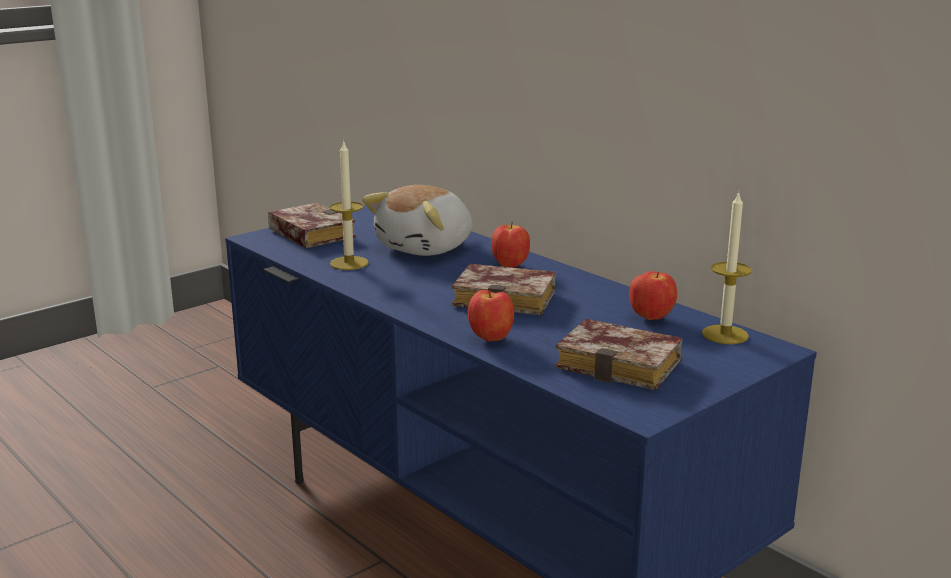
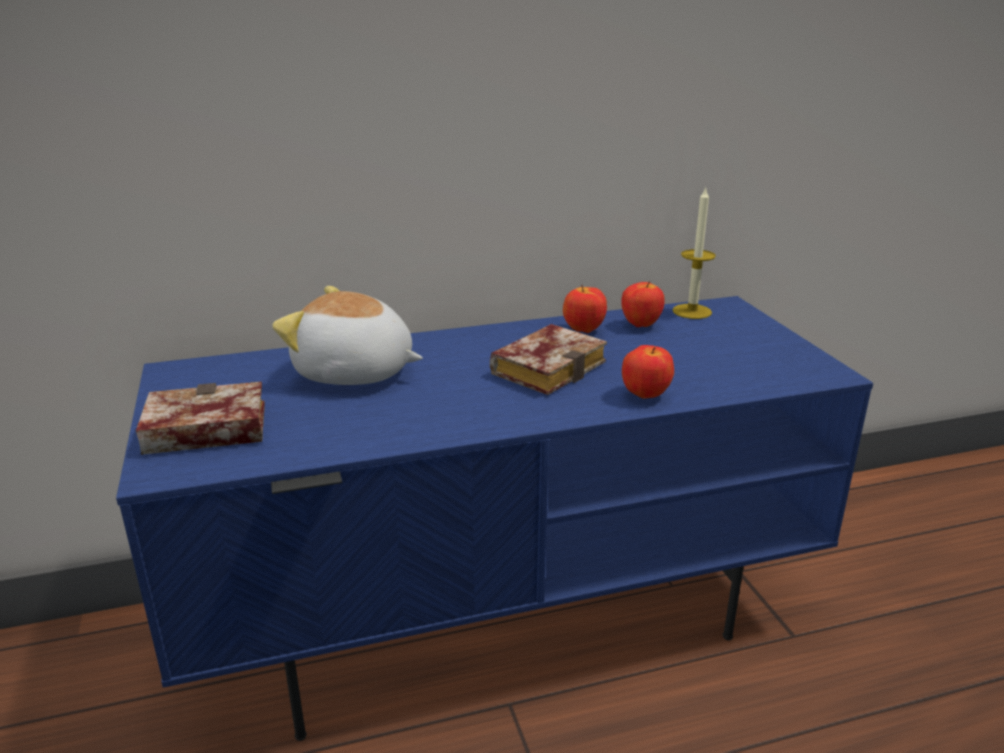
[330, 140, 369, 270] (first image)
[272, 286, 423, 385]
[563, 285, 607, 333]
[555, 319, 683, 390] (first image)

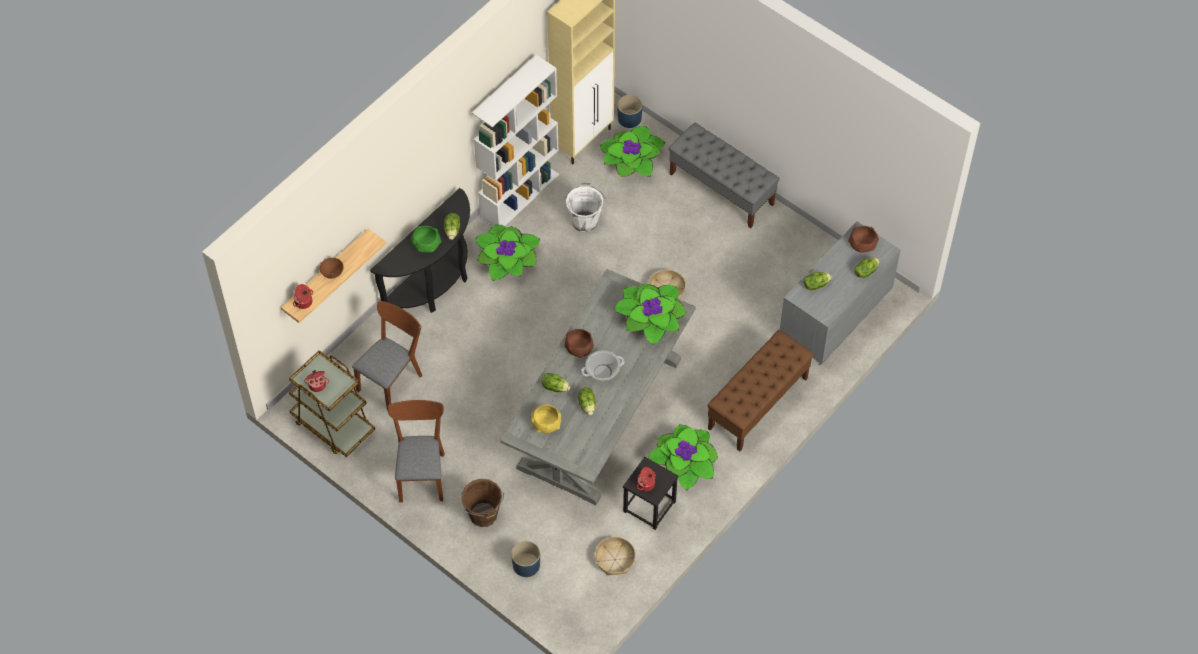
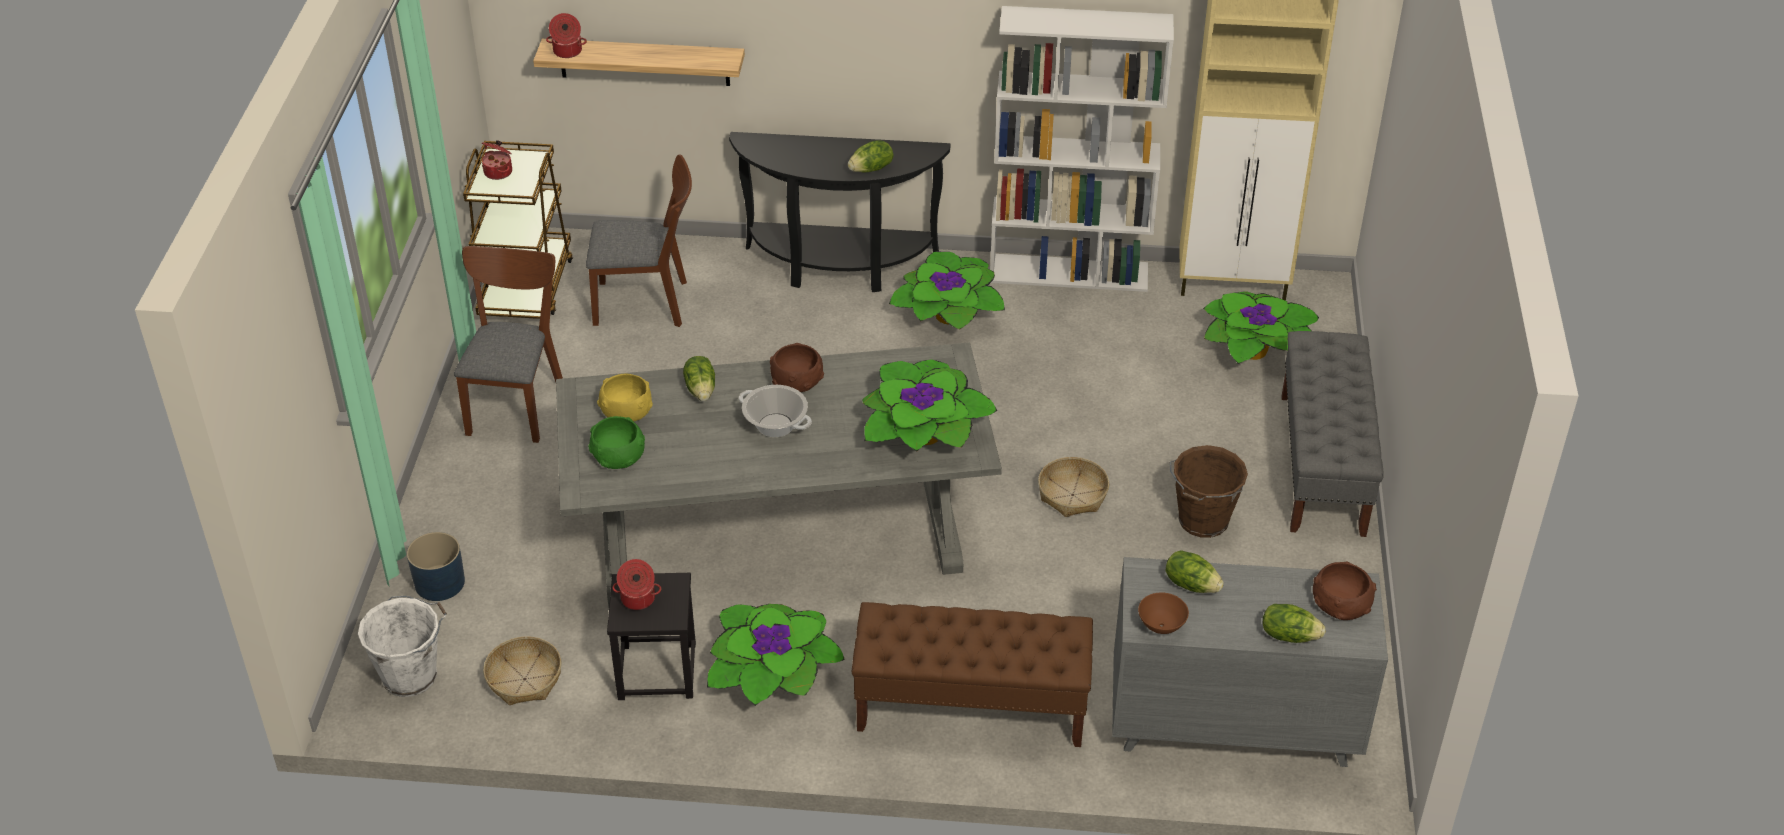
[1138, 592, 1189, 634]
[454, 246, 563, 443]
[588, 416, 645, 469]
[1170, 445, 1248, 538]
[358, 596, 447, 697]
[578, 387, 596, 415] (first image)
[617, 95, 642, 128] (first image)

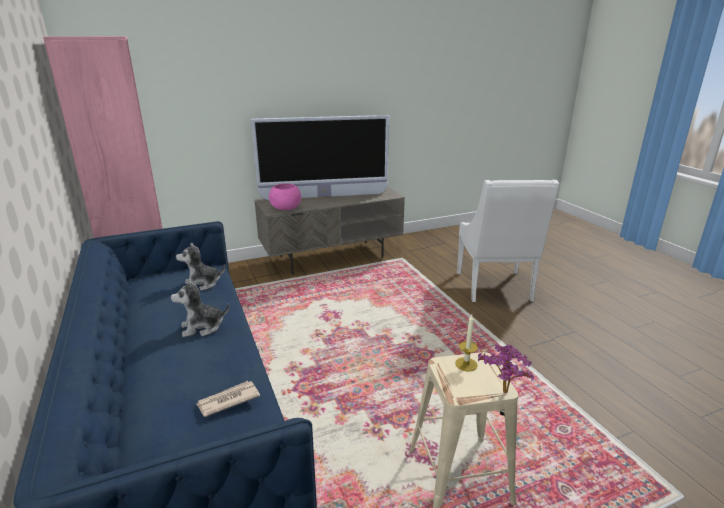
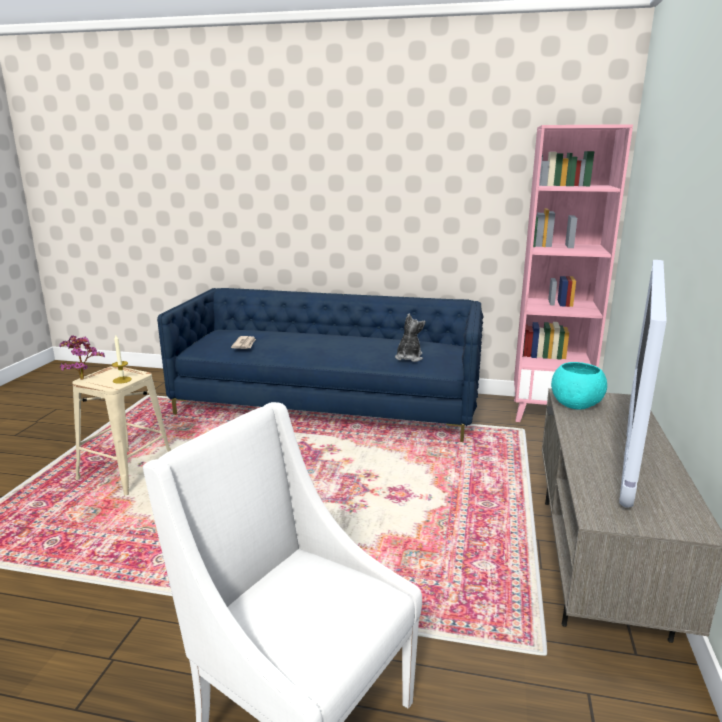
[171, 279, 229, 337] (first image)
[551, 362, 607, 410]

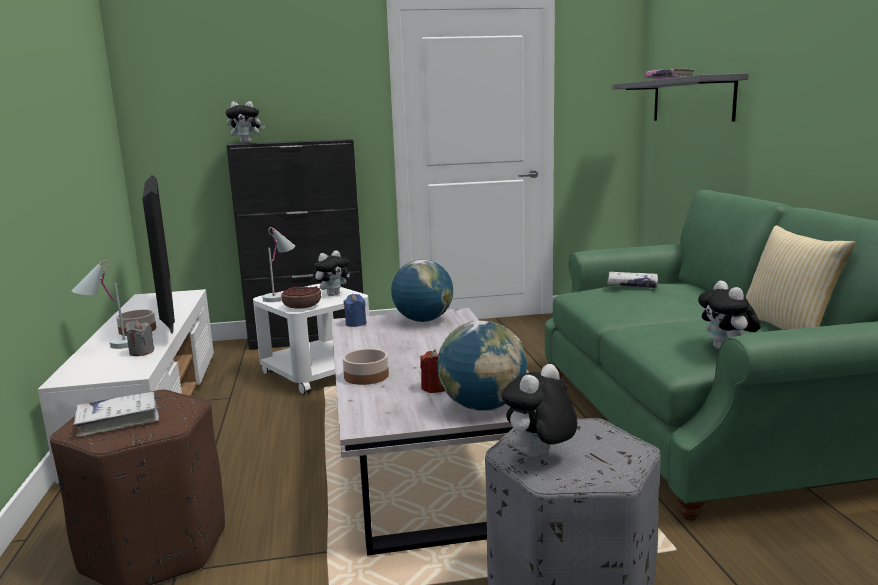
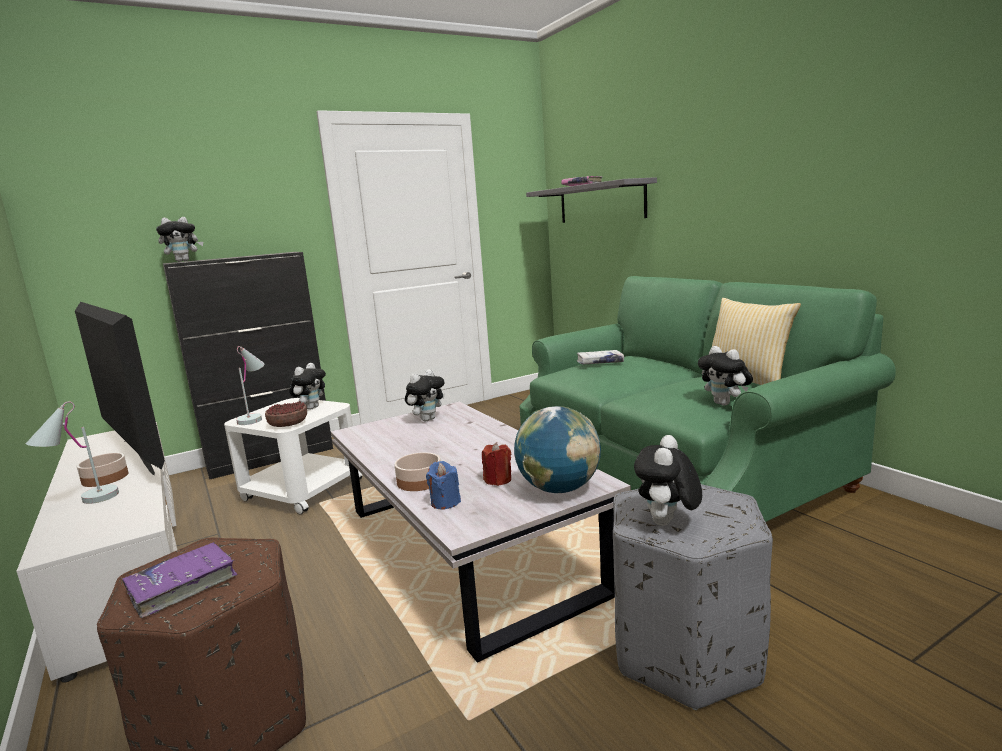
[122, 542, 238, 618]
[126, 320, 154, 356] (first image)
[426, 461, 461, 509]
[405, 369, 445, 421]

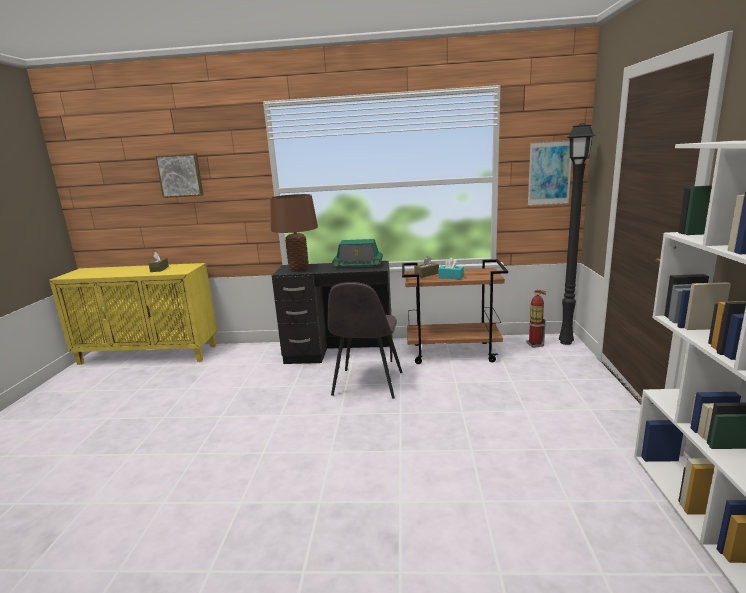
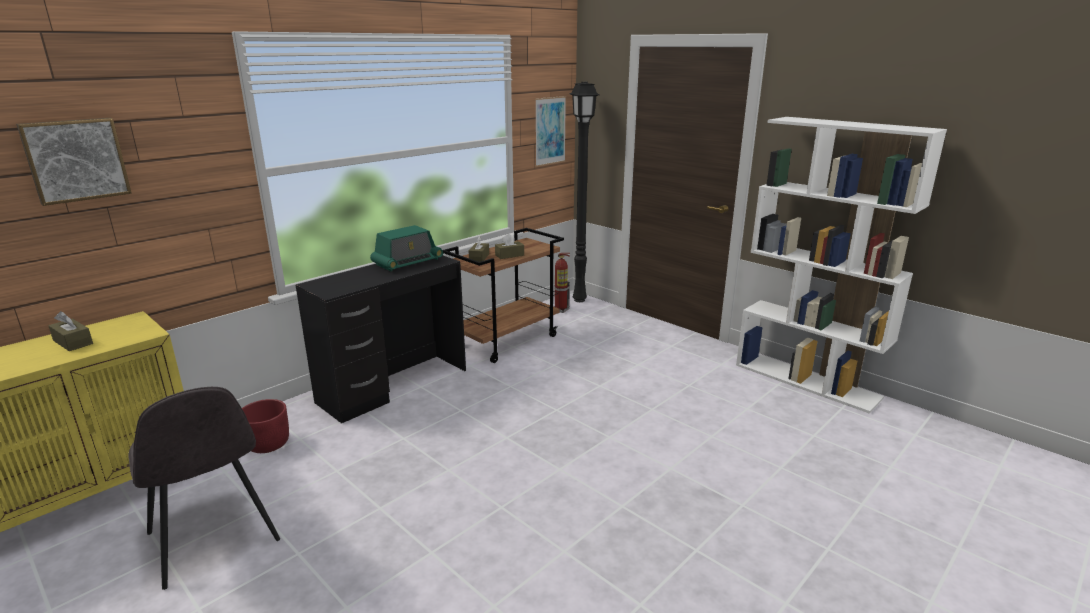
[270, 194, 318, 271] (first image)
[128, 387, 280, 590]
[495, 234, 524, 259]
[242, 399, 289, 453]

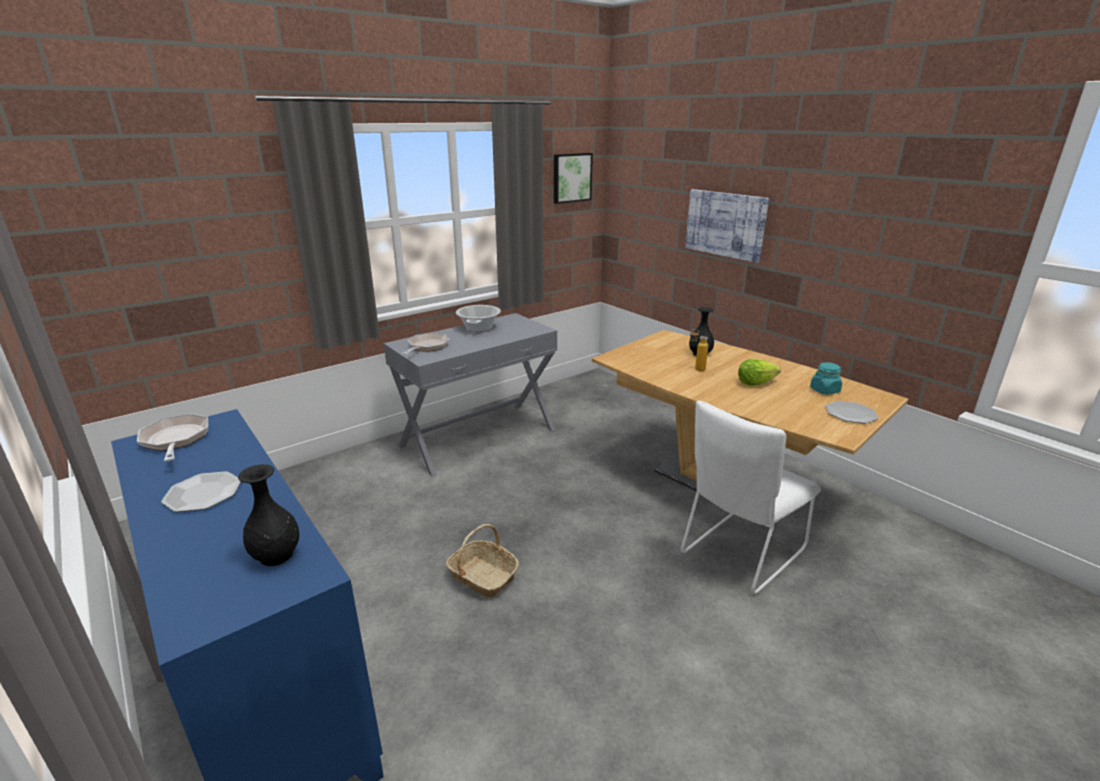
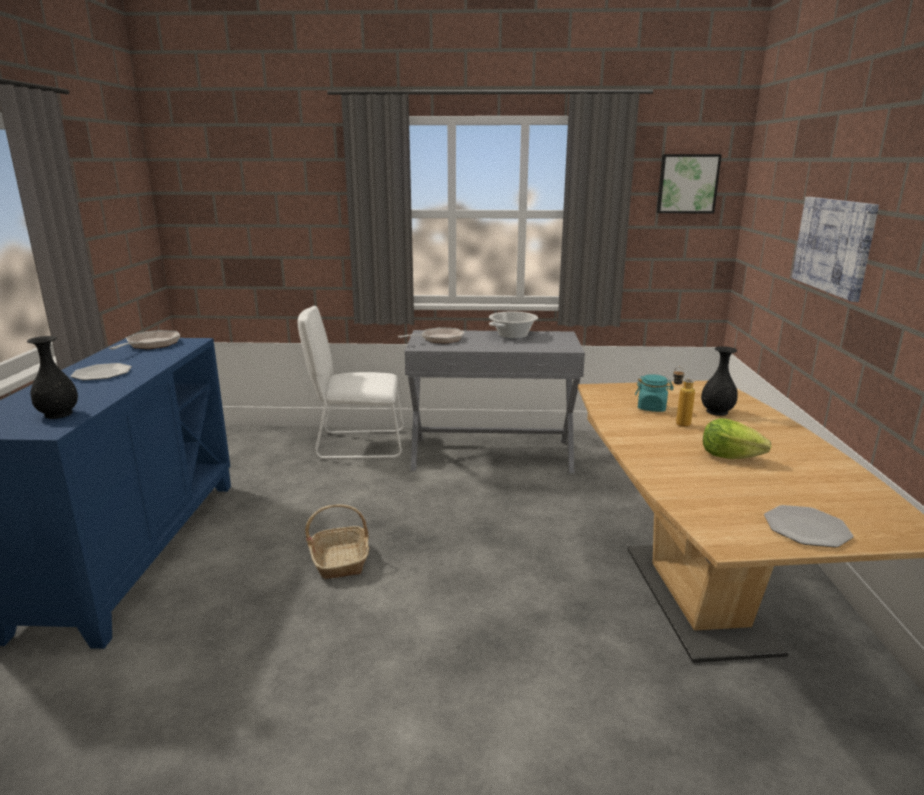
[298, 306, 404, 459]
[635, 374, 673, 412]

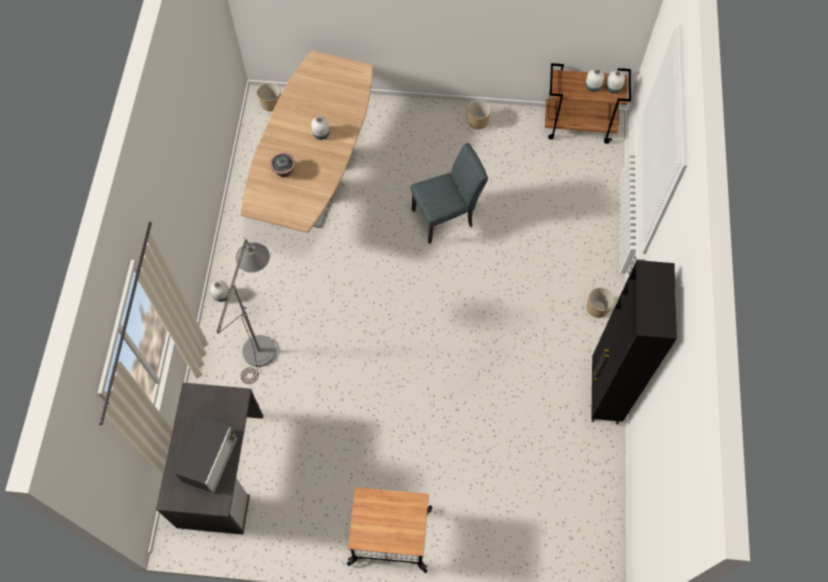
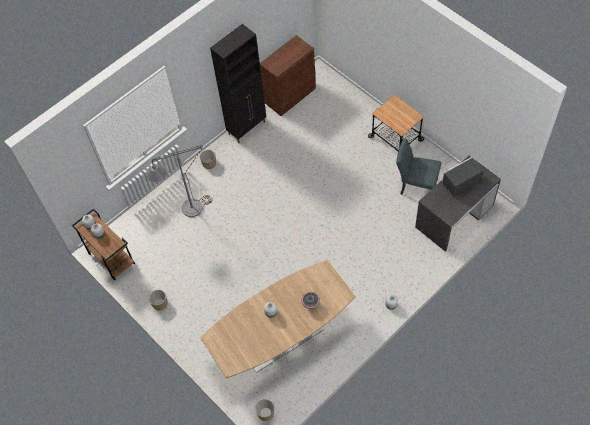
[146, 146, 212, 217]
[396, 138, 441, 195]
[260, 35, 316, 116]

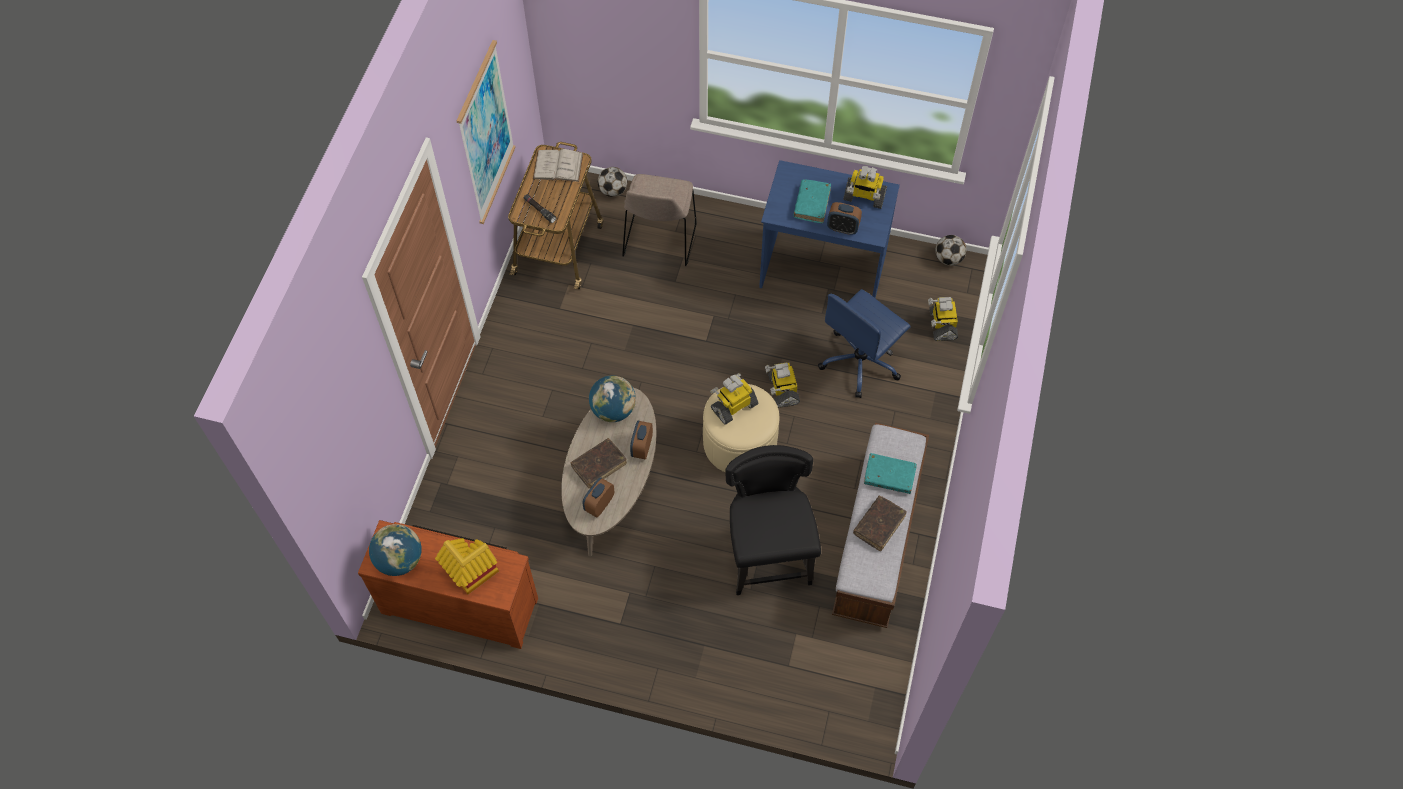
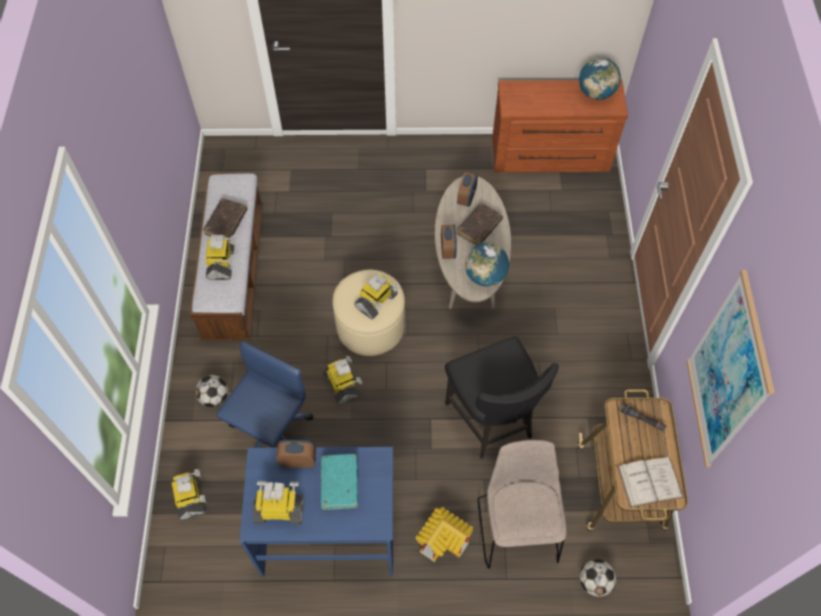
[416, 507, 473, 562]
[445, 336, 559, 459]
[206, 235, 235, 280]
[195, 375, 228, 407]

